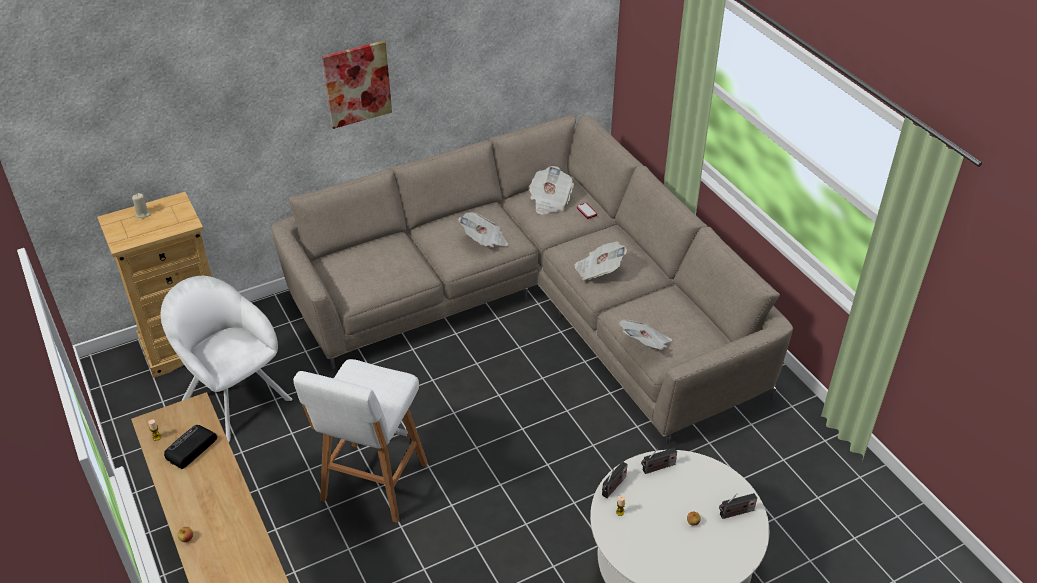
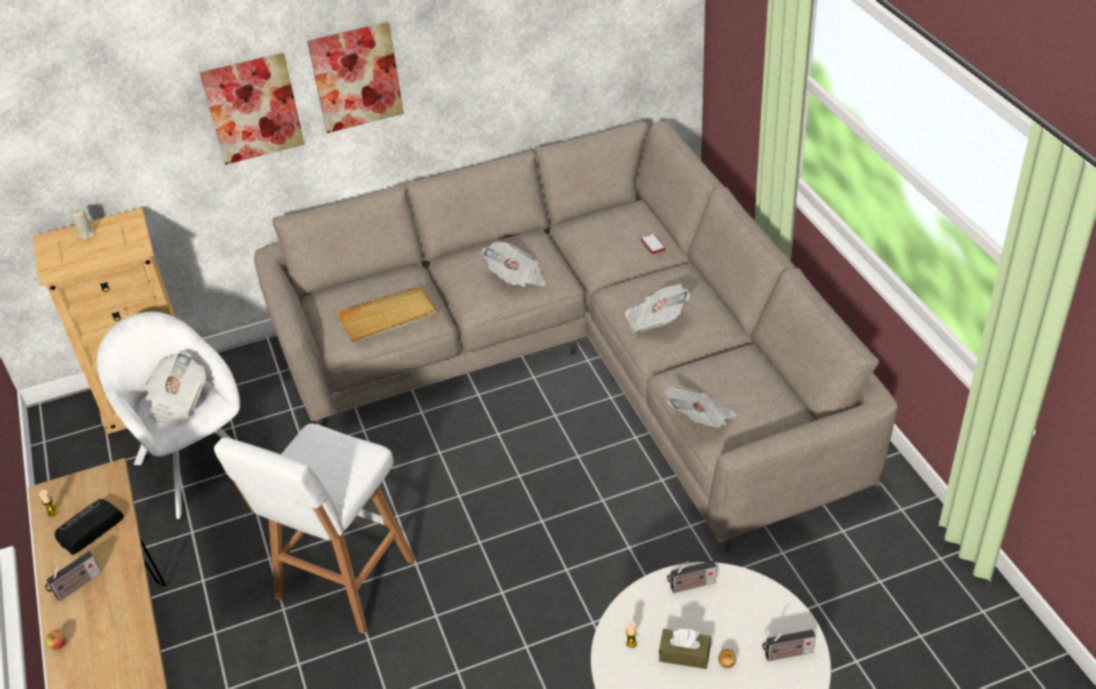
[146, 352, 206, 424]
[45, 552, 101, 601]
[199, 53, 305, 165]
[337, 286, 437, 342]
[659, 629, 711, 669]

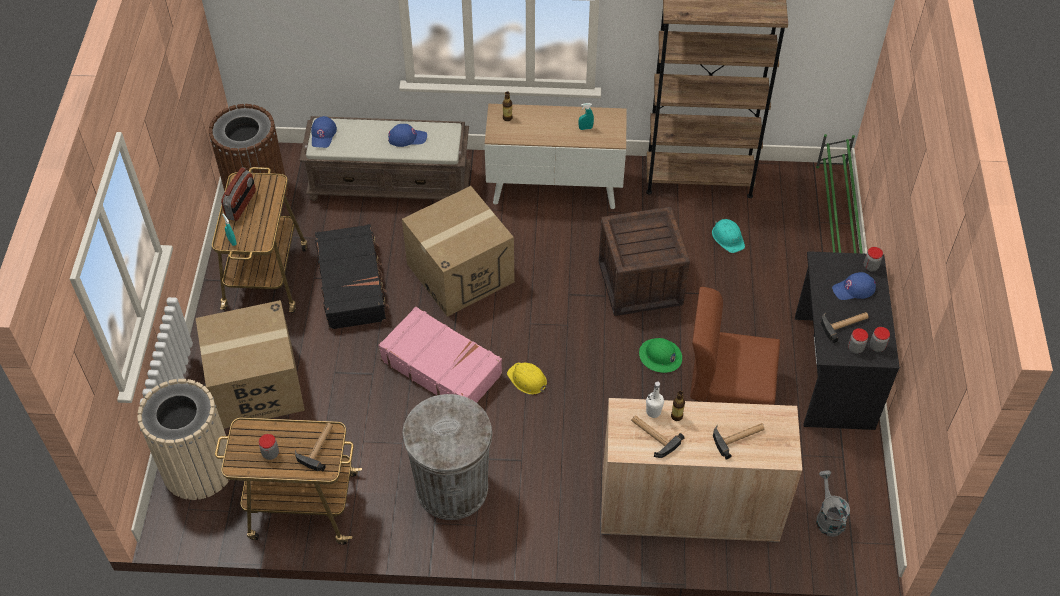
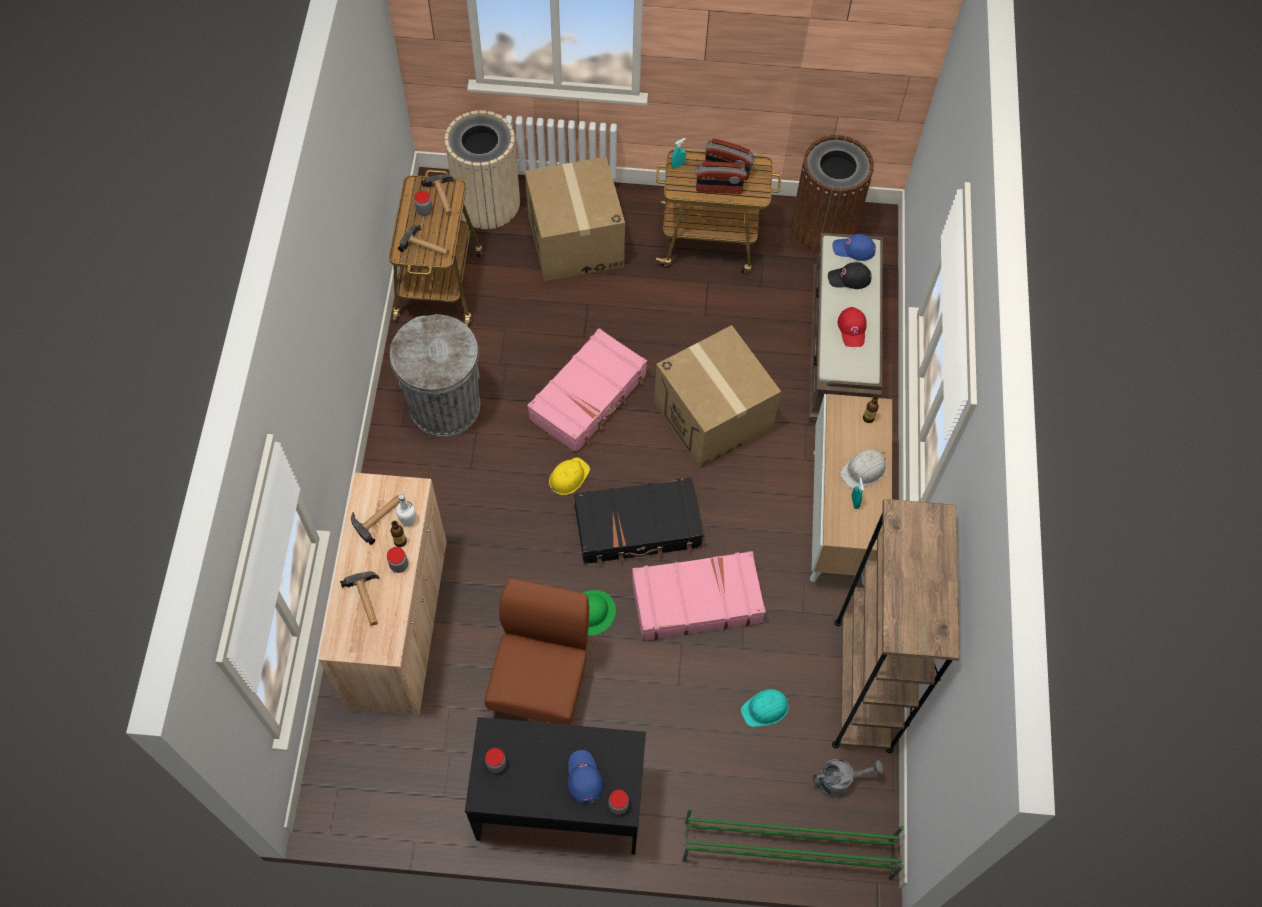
[574, 477, 703, 566]
[838, 307, 867, 347]
[632, 551, 766, 641]
[813, 759, 884, 797]
[421, 174, 454, 215]
[387, 547, 408, 573]
[696, 162, 747, 194]
[828, 262, 871, 289]
[840, 449, 886, 489]

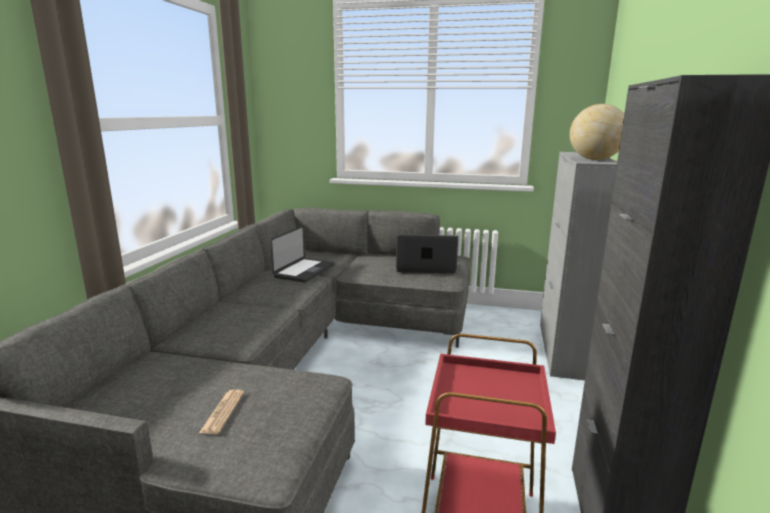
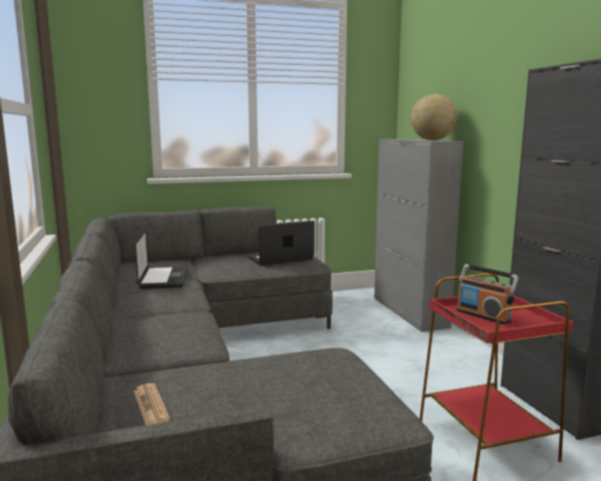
[133, 383, 170, 425]
[457, 264, 519, 325]

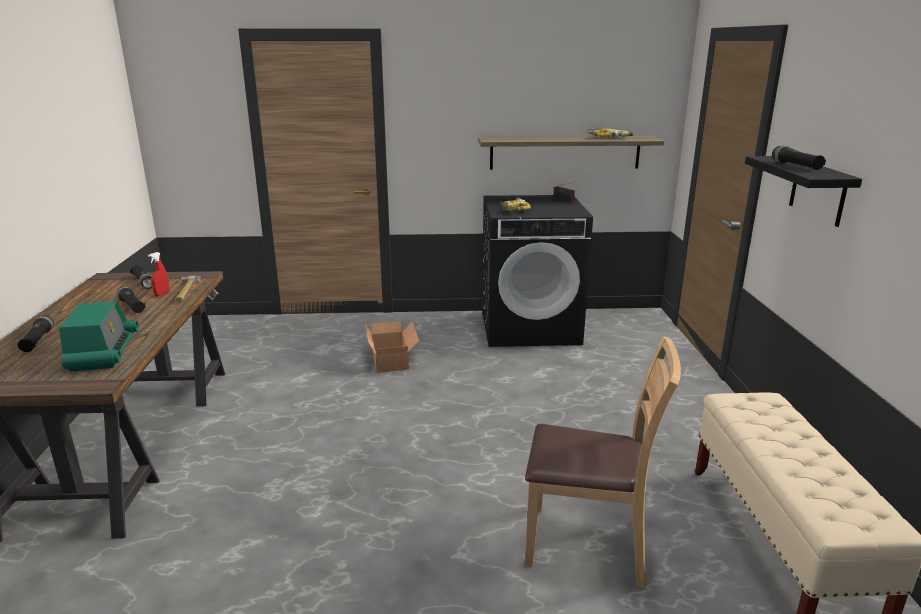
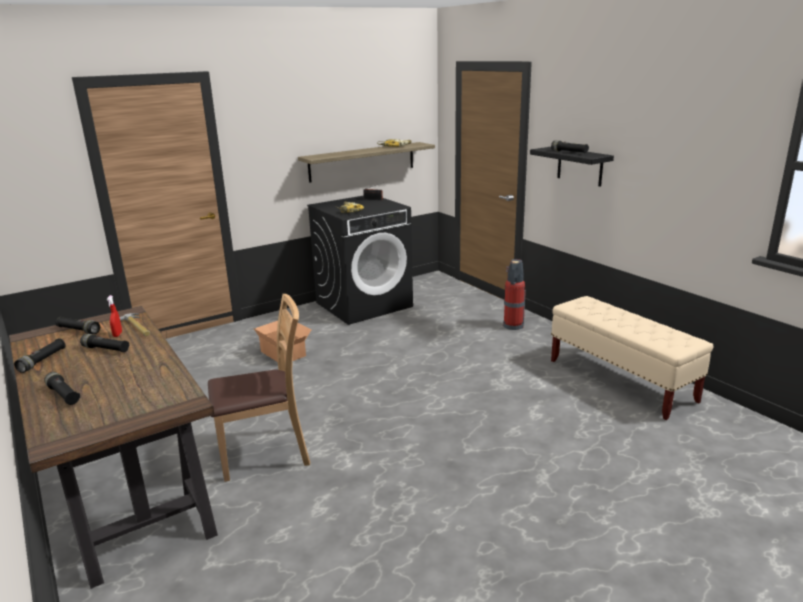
[59, 302, 139, 372] (first image)
[208, 294, 310, 482]
[14, 338, 66, 373]
[503, 259, 526, 330]

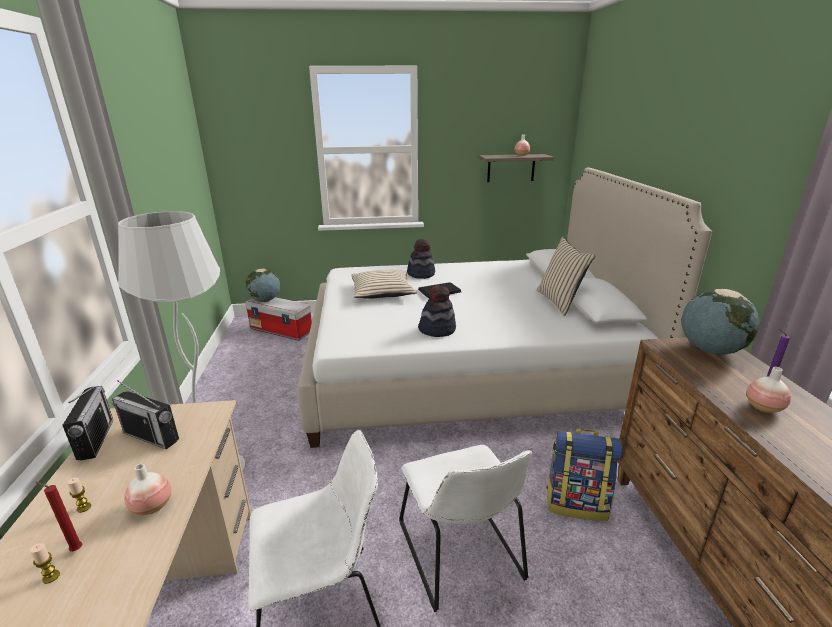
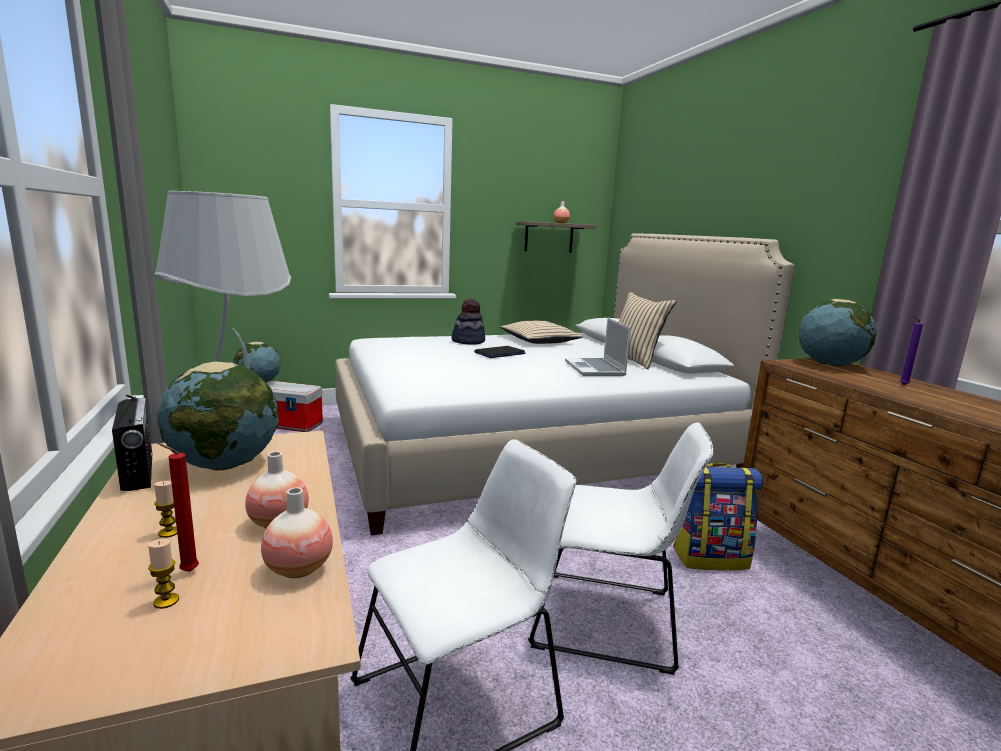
[157, 361, 279, 471]
[501, 321, 583, 344]
[528, 422, 713, 675]
[418, 285, 456, 337] (first image)
[261, 487, 333, 578]
[565, 318, 631, 376]

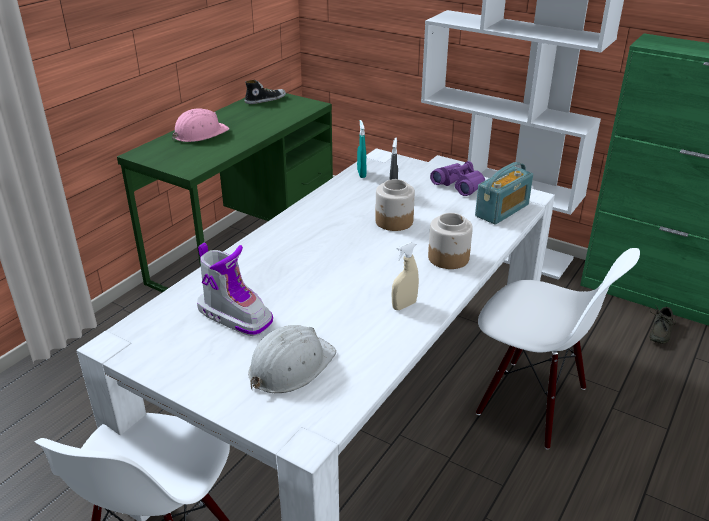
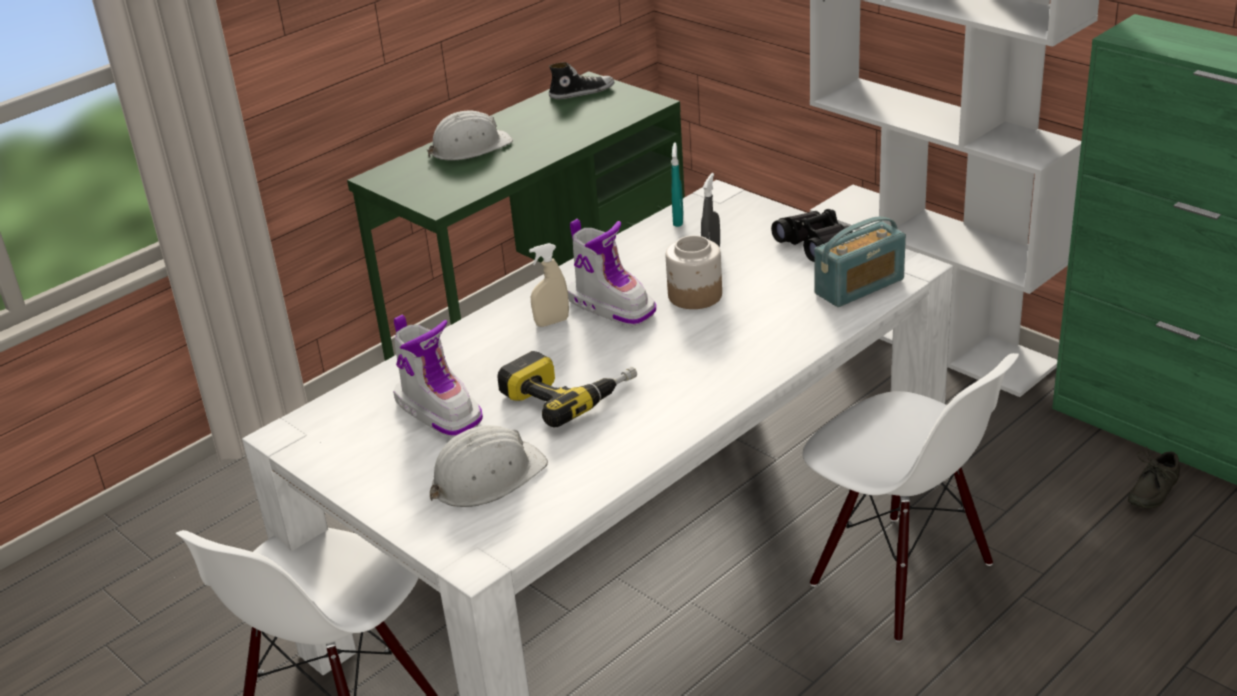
[427, 111, 513, 161]
[529, 243, 569, 327]
[428, 213, 473, 269] (first image)
[771, 209, 853, 262]
[497, 351, 637, 427]
[568, 219, 656, 326]

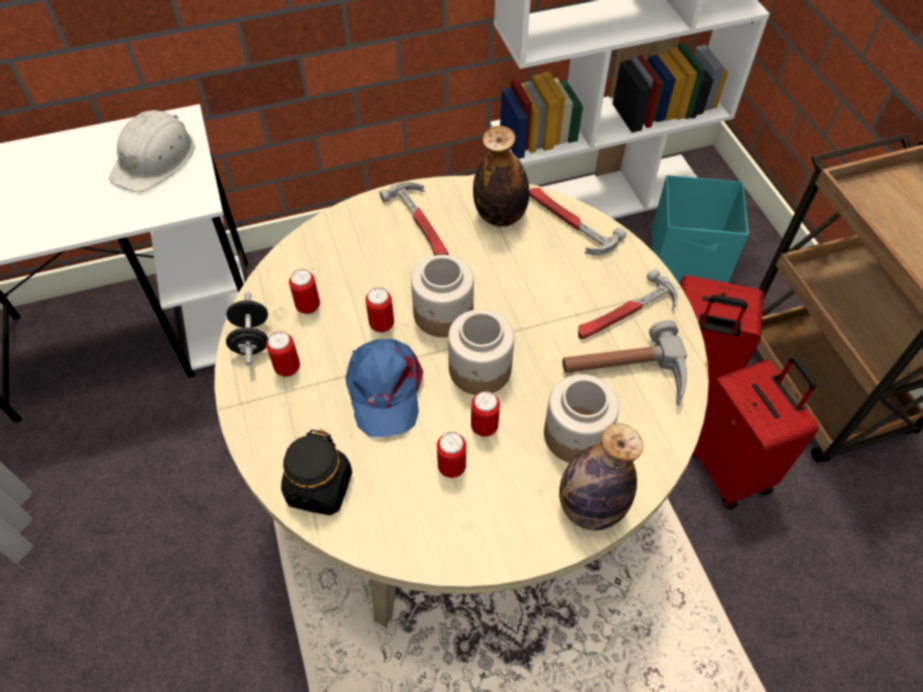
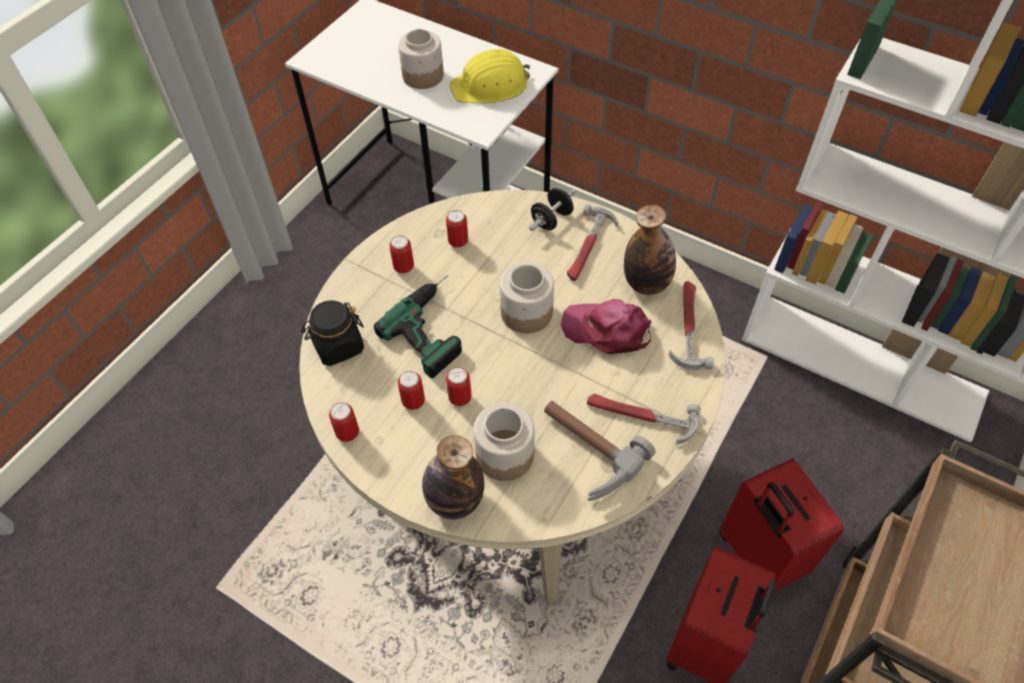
[449, 49, 530, 103]
[529, 188, 576, 231]
[374, 275, 462, 378]
[329, 403, 359, 442]
[398, 29, 444, 89]
[652, 175, 749, 283] (first image)
[561, 299, 651, 354]

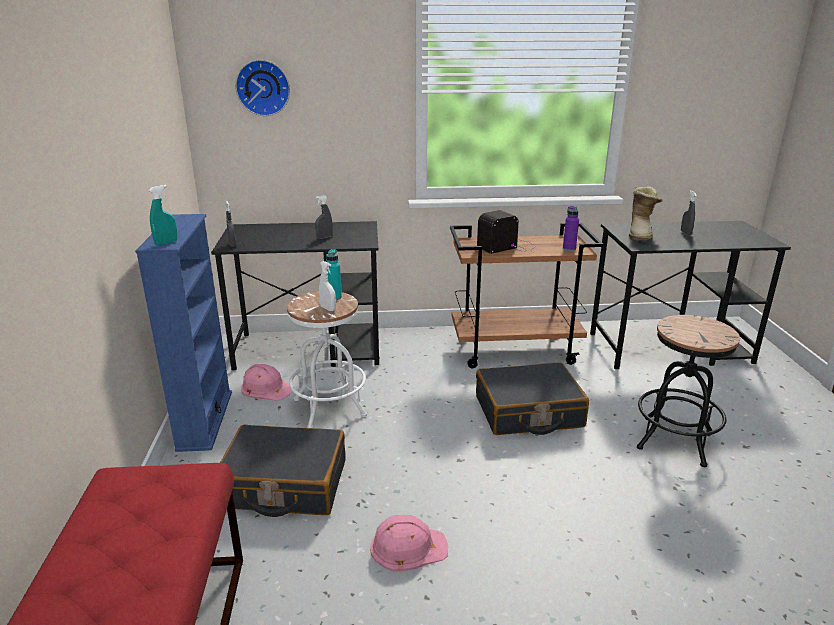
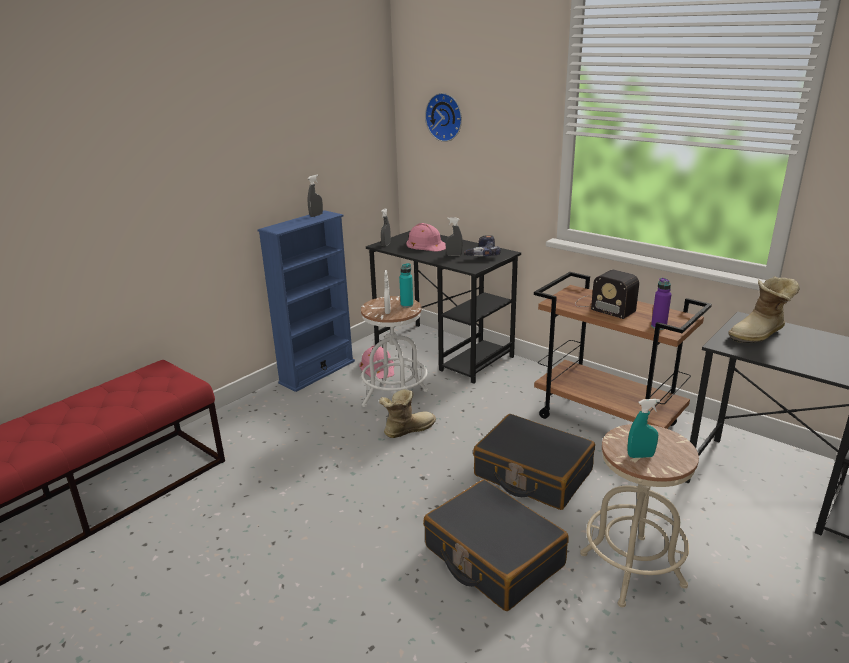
[627, 399, 660, 458]
[423, 479, 569, 611]
[406, 223, 446, 251]
[575, 270, 639, 319]
[580, 424, 699, 607]
[308, 175, 323, 217]
[379, 389, 436, 438]
[464, 235, 501, 257]

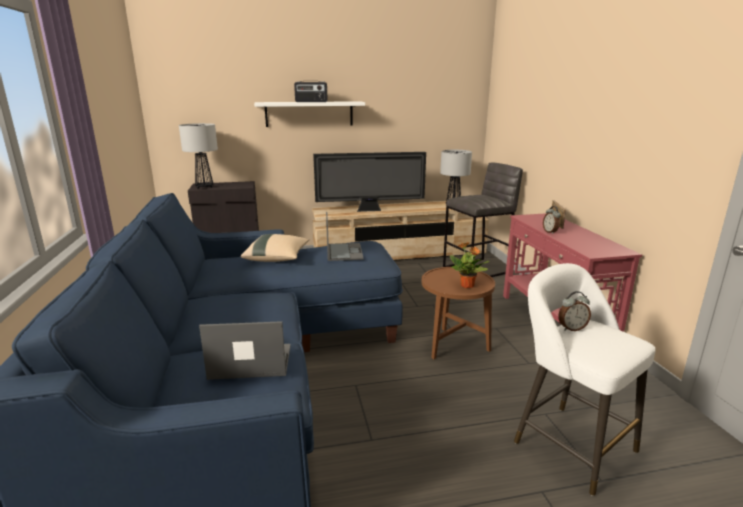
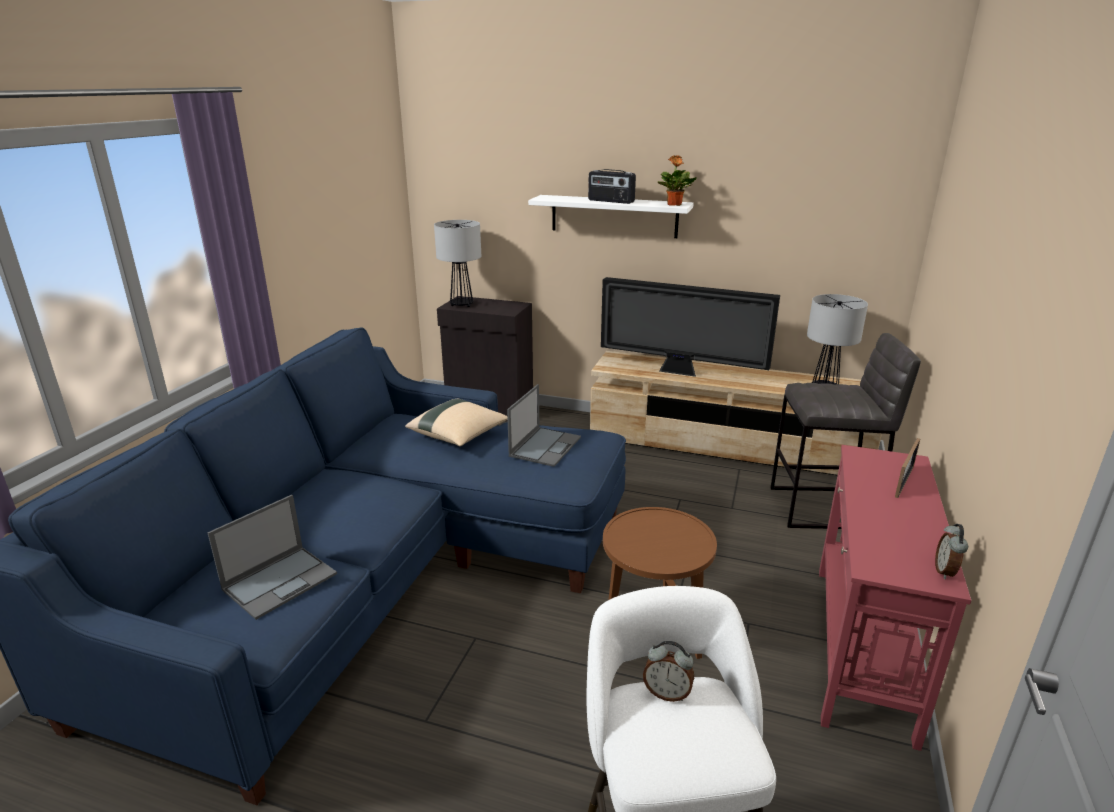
[207, 495, 337, 620]
[658, 155, 697, 206]
[935, 524, 968, 579]

